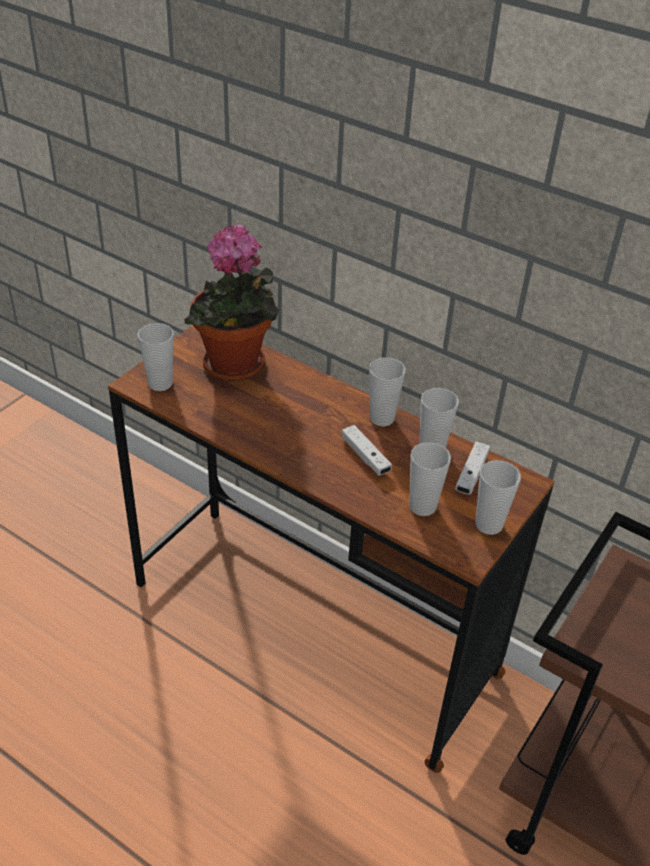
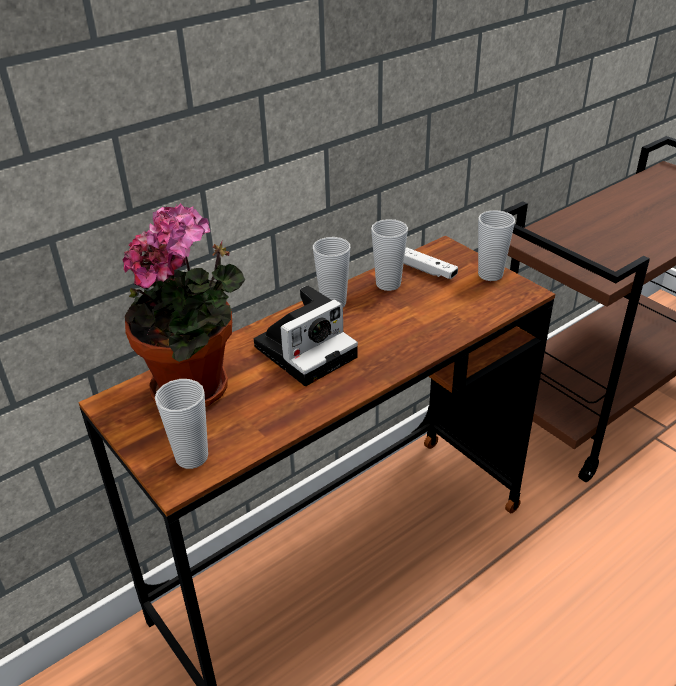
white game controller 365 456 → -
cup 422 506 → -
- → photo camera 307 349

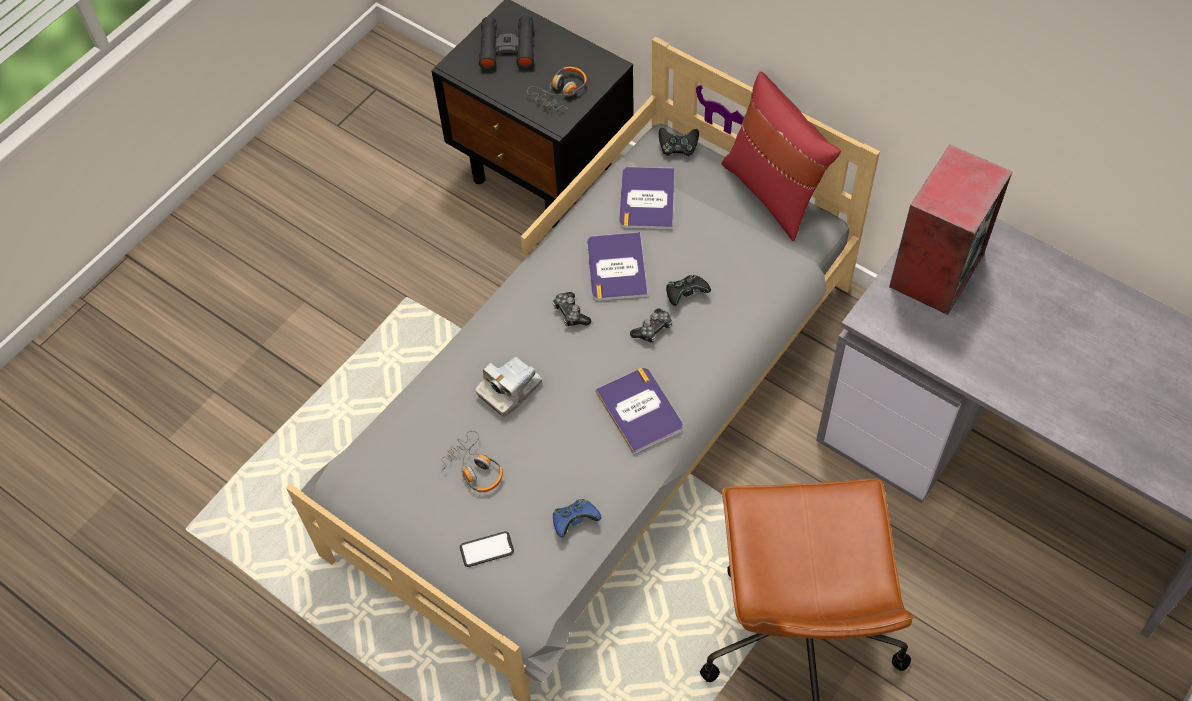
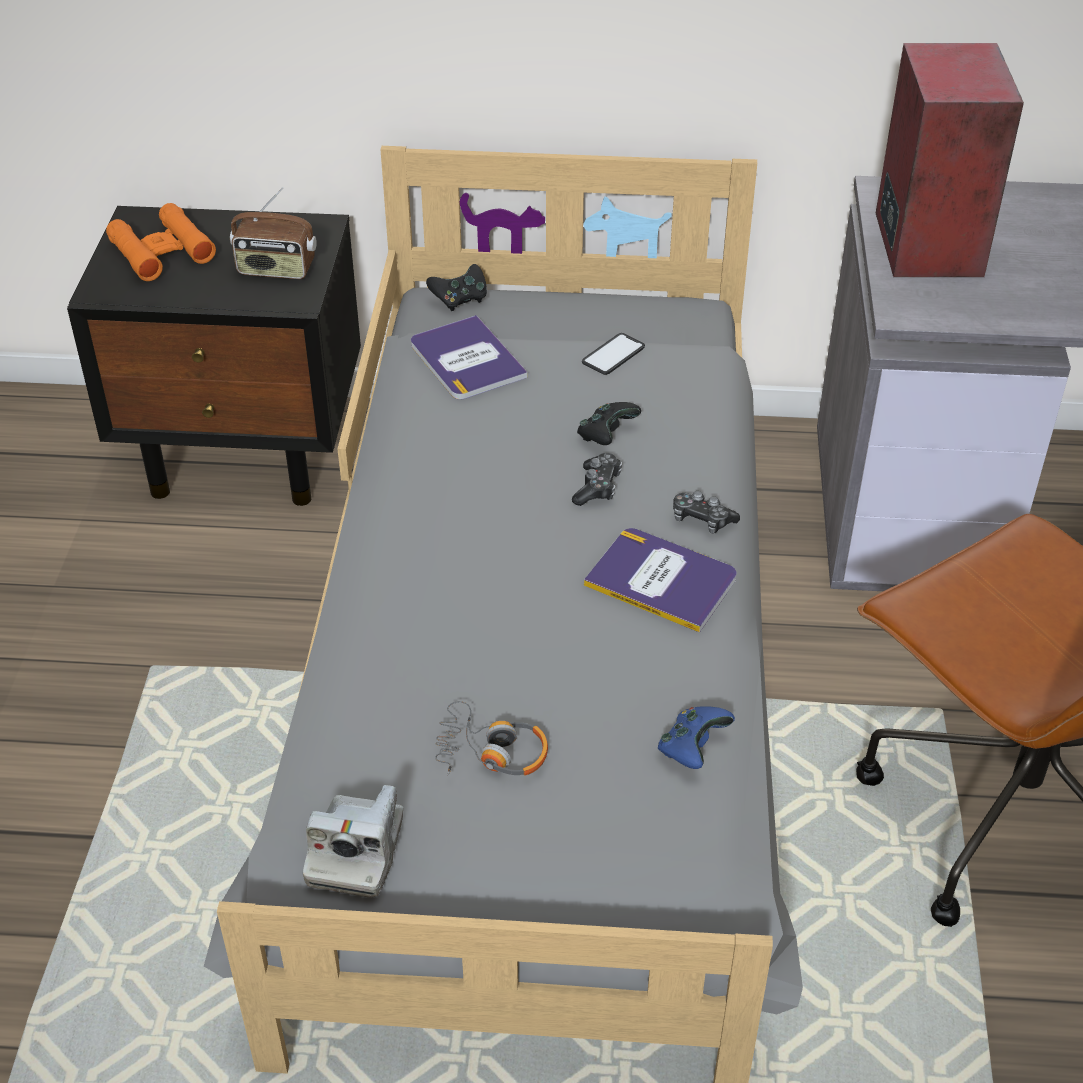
phone 486 549 → phone 613 355, shifted
photo camera 509 389 → photo camera 356 852, shifted
black binoculars 507 48 → orange binoculars 161 251
headphones 561 92 → radio 276 270
game controller 570 313 → game controller 701 520, shifted
book 616 267 → -
red pillow 774 192 → -

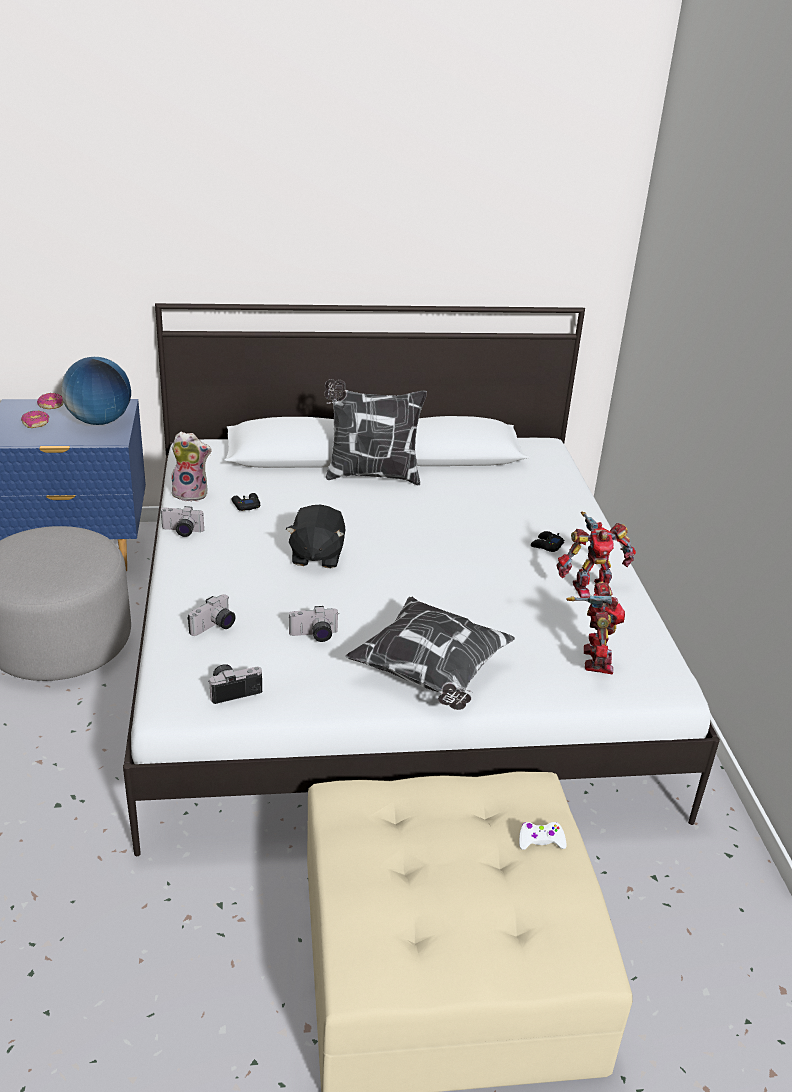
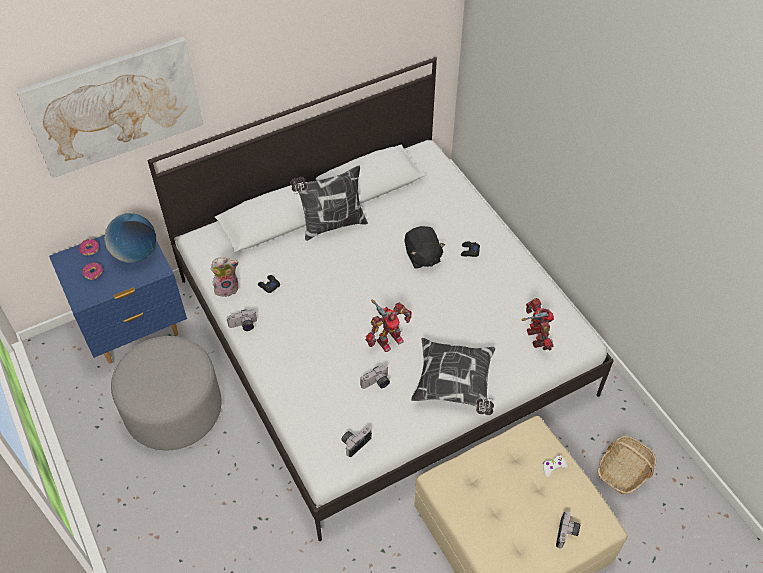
photo camera 214 627 → photo camera 567 534, shifted
black plush toy 316 555 → black plush toy 422 256, shifted
toy robot 590 587 → toy robot 388 339, shifted
- → picture 115 106
- → basket 624 470

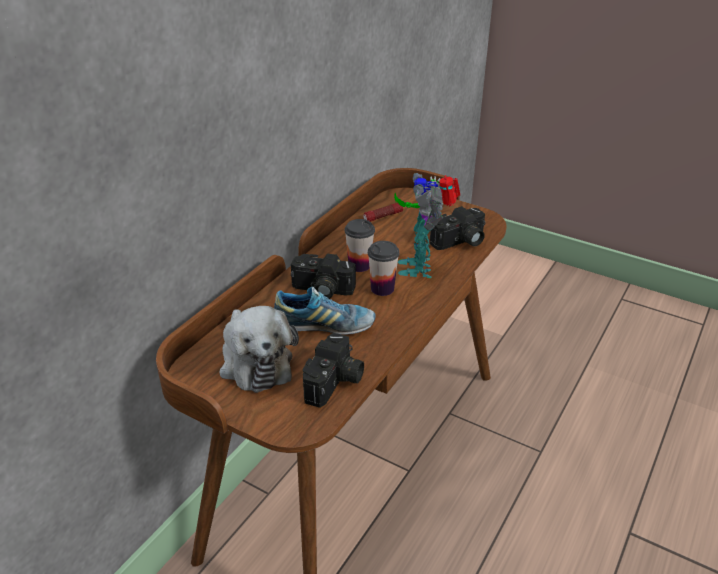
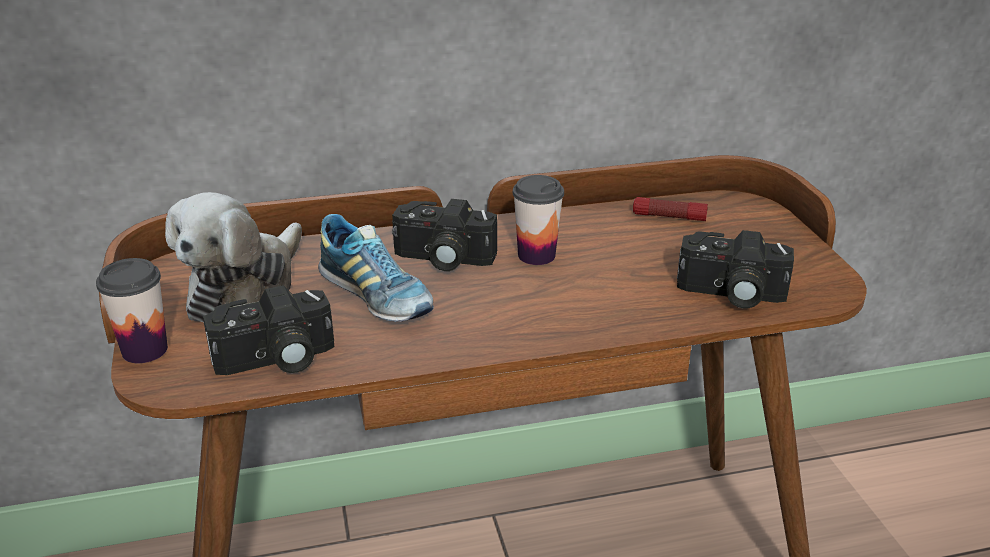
photo camera 321 290 → photo camera 442 259, 45 degrees counterclockwise
cup 382 289 → cup 145 350, shifted
toy robot 420 266 → -

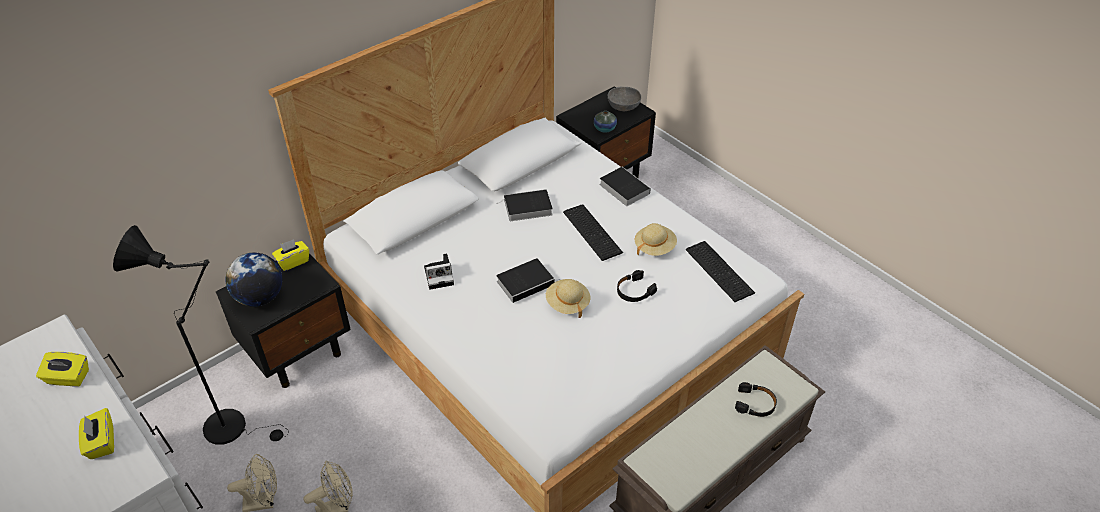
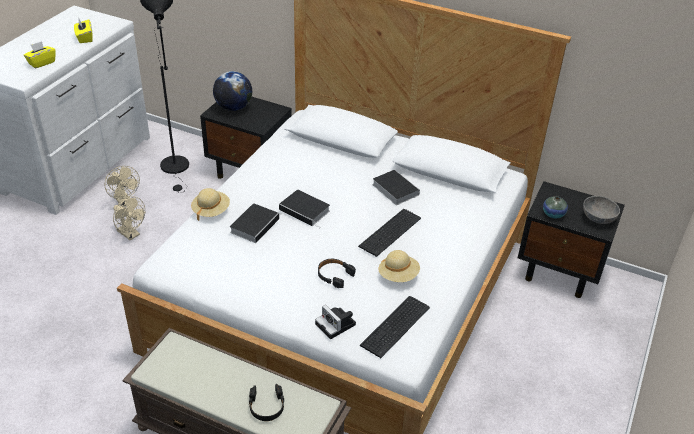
yellow tissue box 293 261 → -
photo camera 440 275 → photo camera 336 325, shifted
beige hat 567 304 → beige hat 211 211, shifted
book 623 188 → book 255 224, shifted

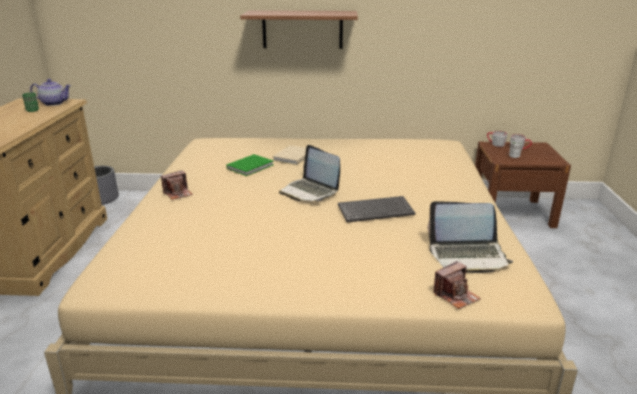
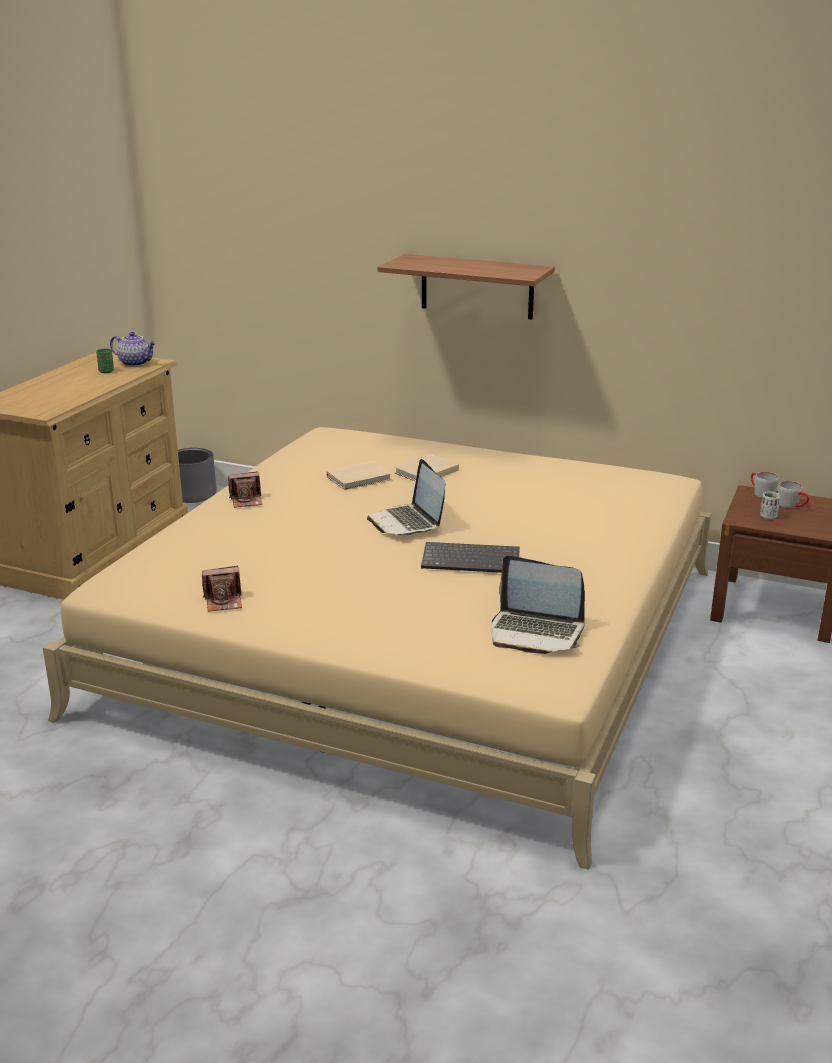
green book 251 166 → beige book 360 478
photo camera 456 296 → photo camera 224 602, shifted

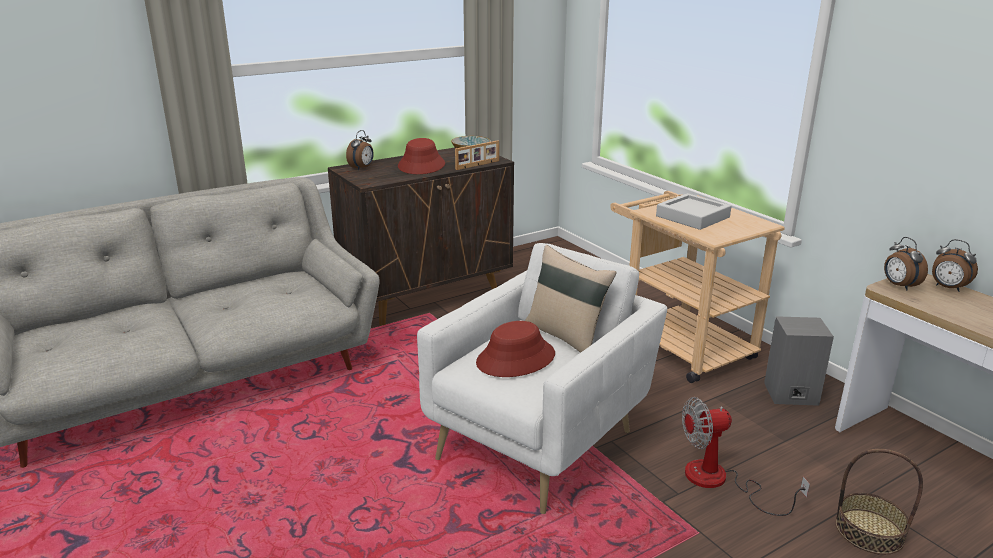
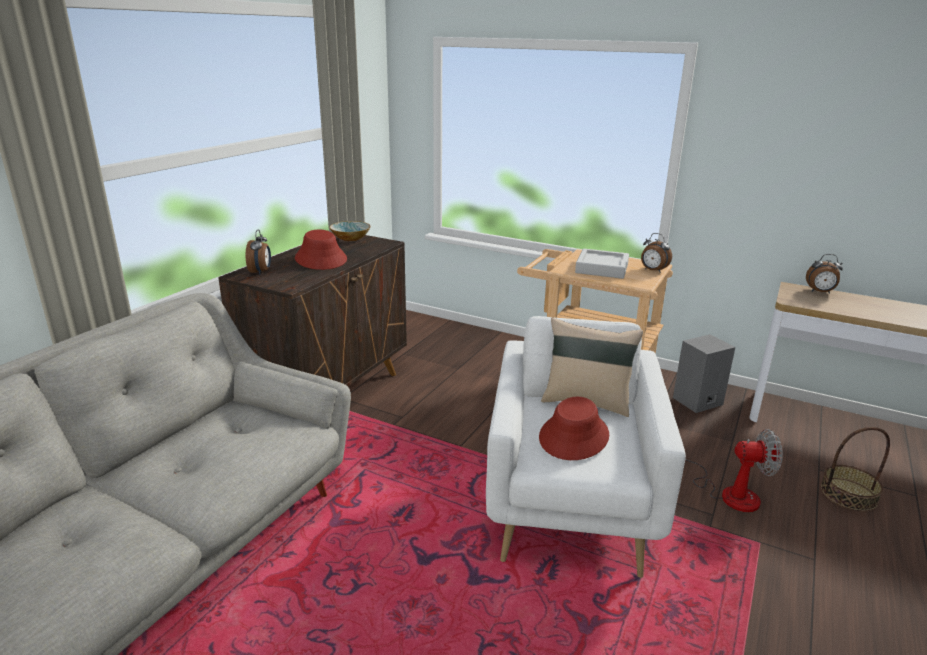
picture frame 478 165 → -
fan 720 481 → fan 728 492, 135 degrees counterclockwise
alarm clock 899 286 → alarm clock 653 270, shifted

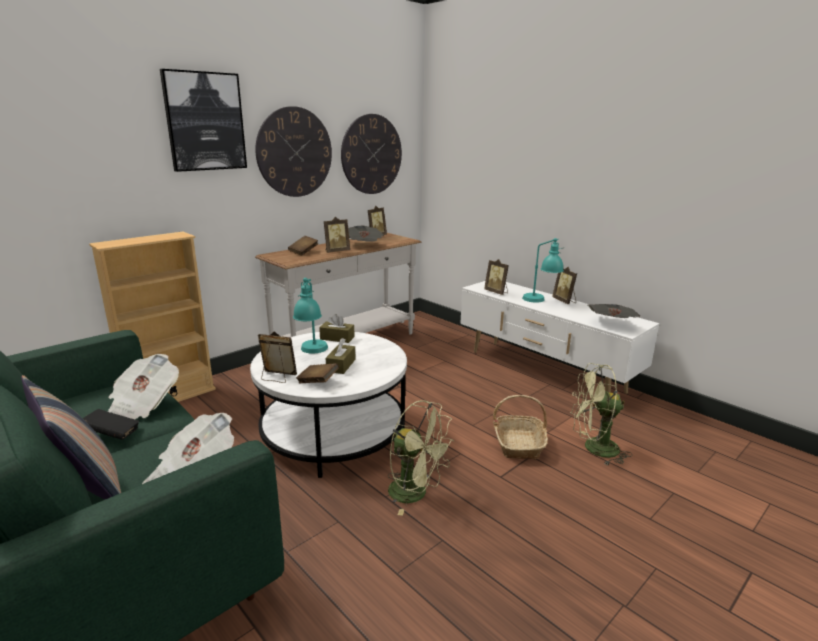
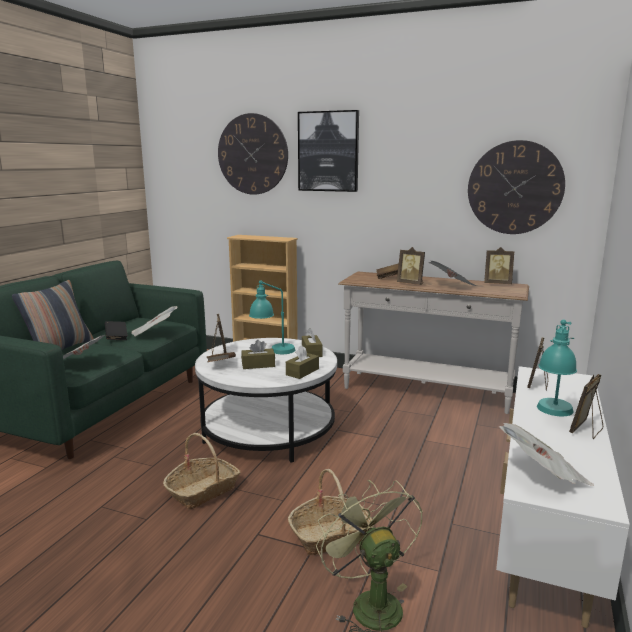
wall clock 294 152 → wall clock 252 154, shifted
green fan 415 494 → basket 203 490
- → brown tissue box 302 372

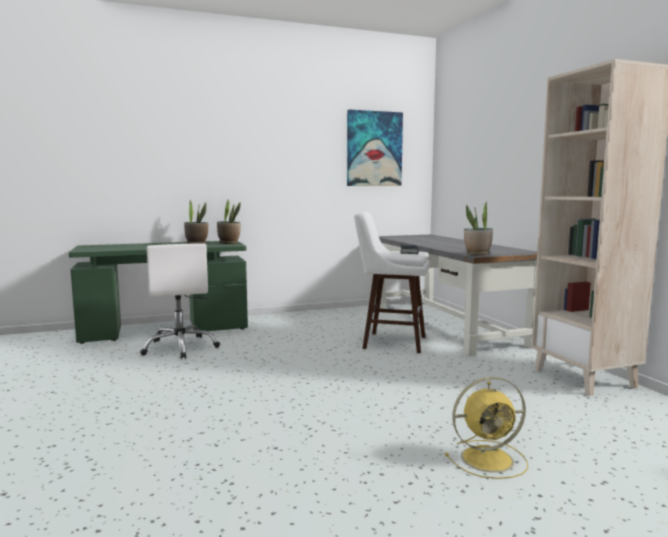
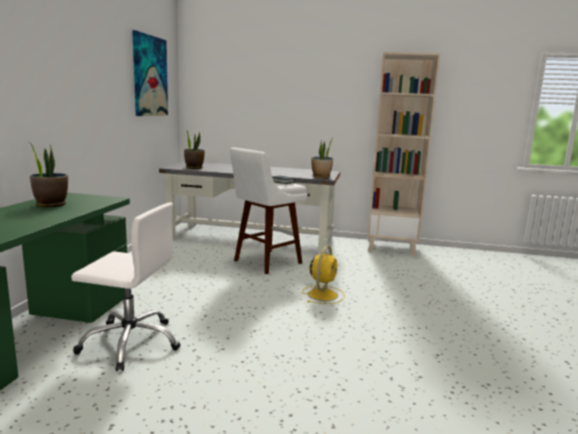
potted plant 229 243 → potted plant 194 168, shifted
yellow fan 489 459 → yellow fan 323 294, shifted

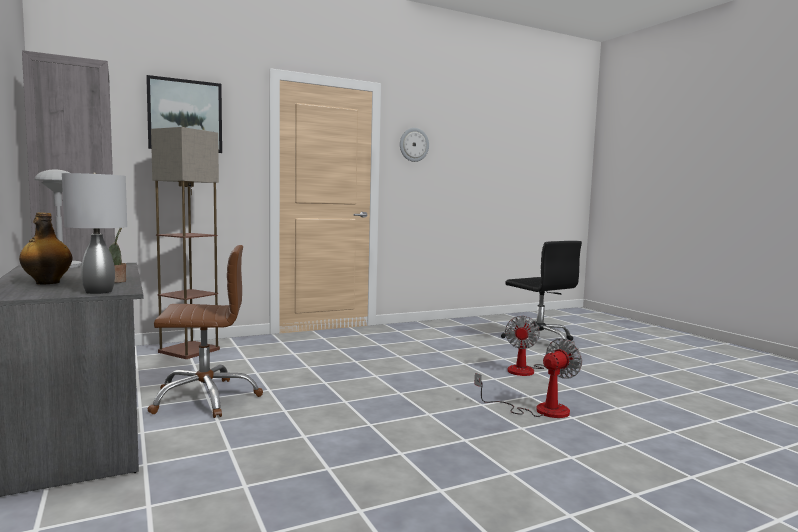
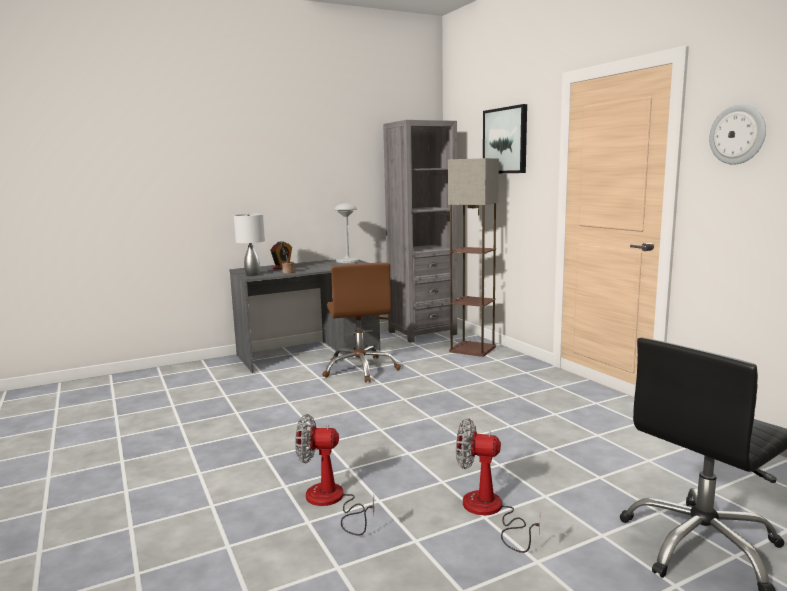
bottle 47 283 → alarm clock 282 267
fan 539 410 → fan 331 502, 135 degrees clockwise

